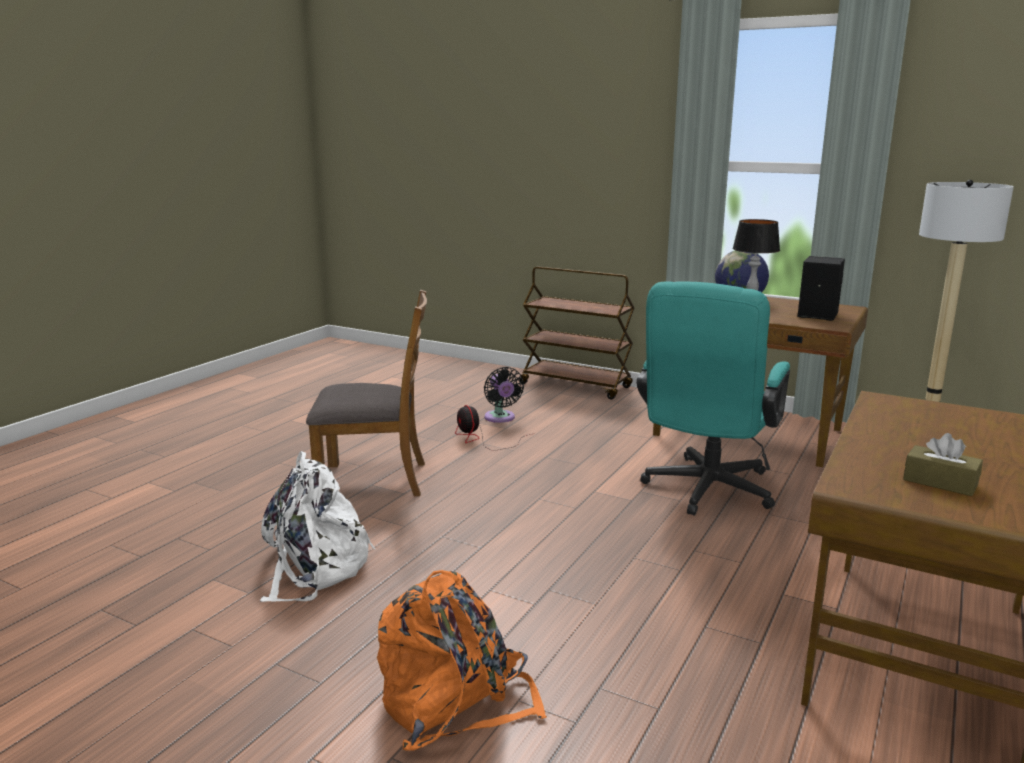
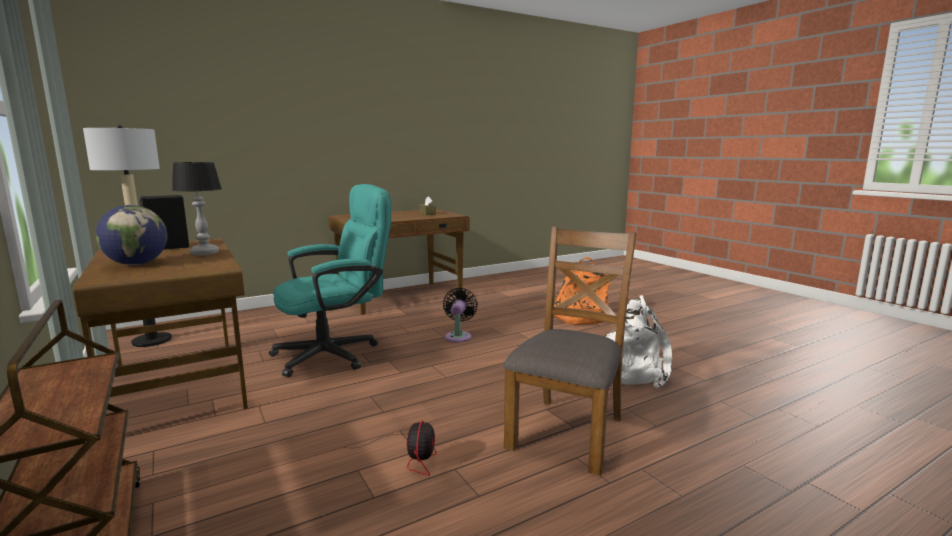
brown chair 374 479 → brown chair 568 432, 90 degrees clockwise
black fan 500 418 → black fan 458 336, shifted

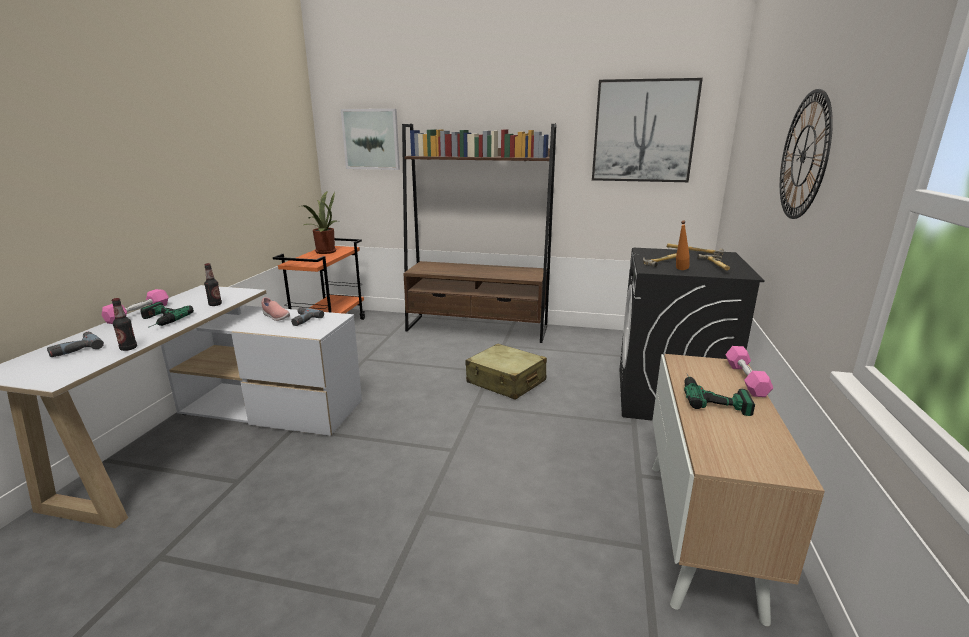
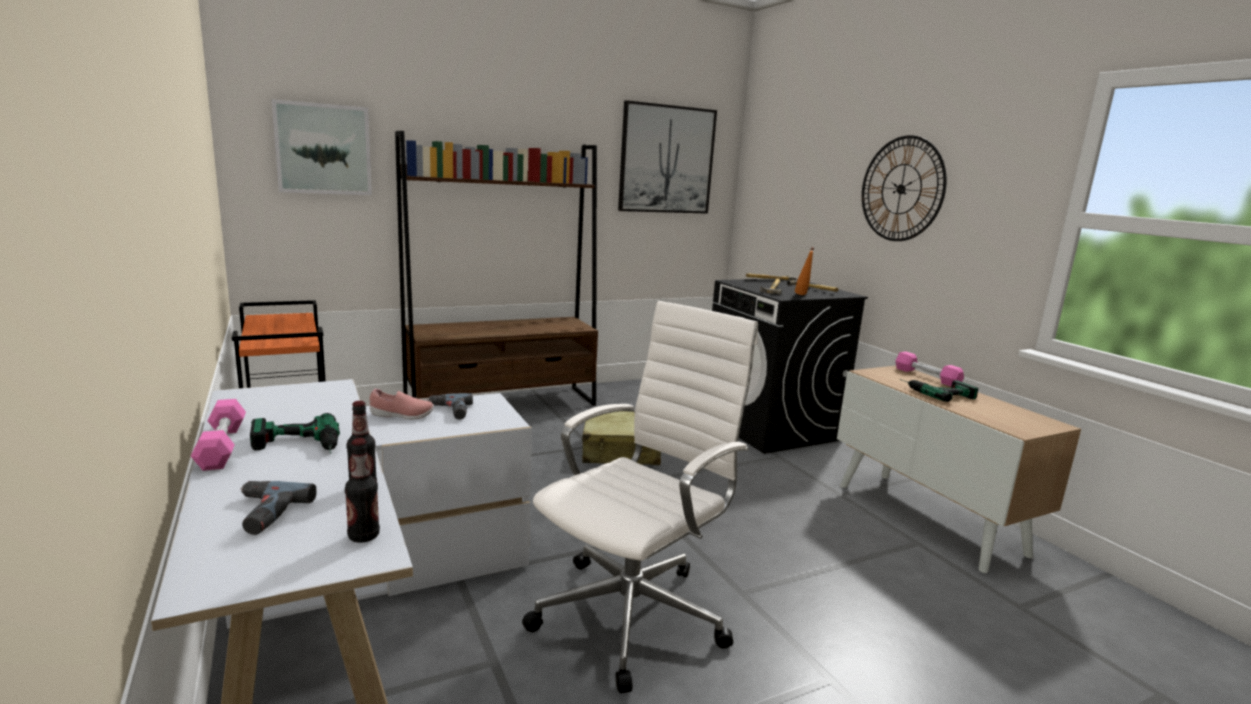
bottle 215 304 → bottle 363 536, shifted
potted plant 323 251 → -
- → white office chair 634 613

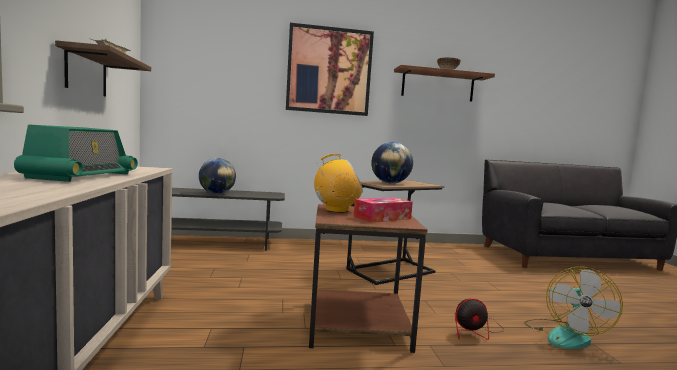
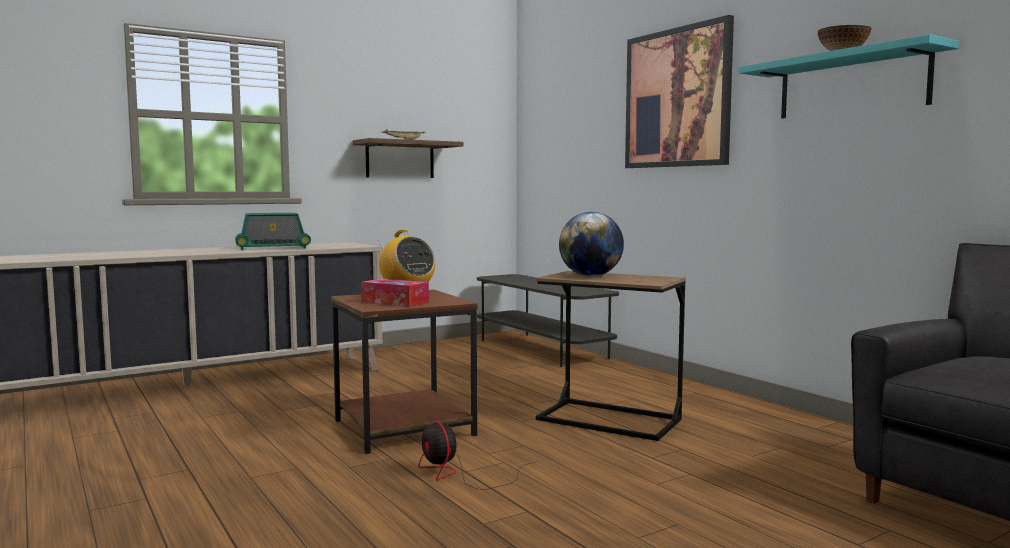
globe 216 193 → -
brown shelf 438 85 → turquoise shelf 851 84
fan 565 335 → -

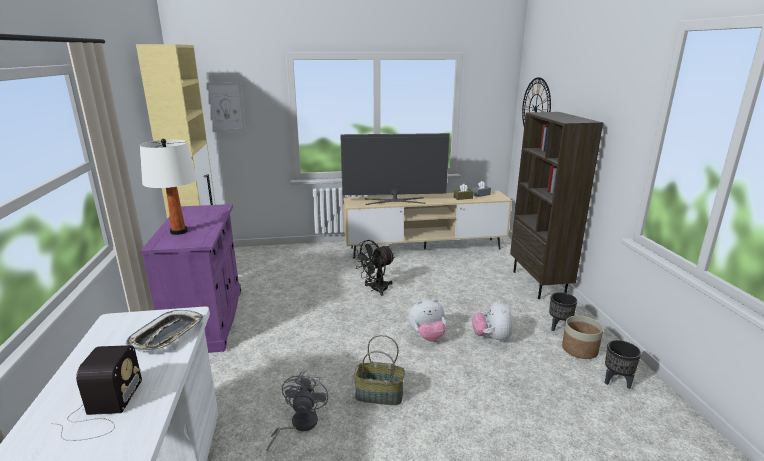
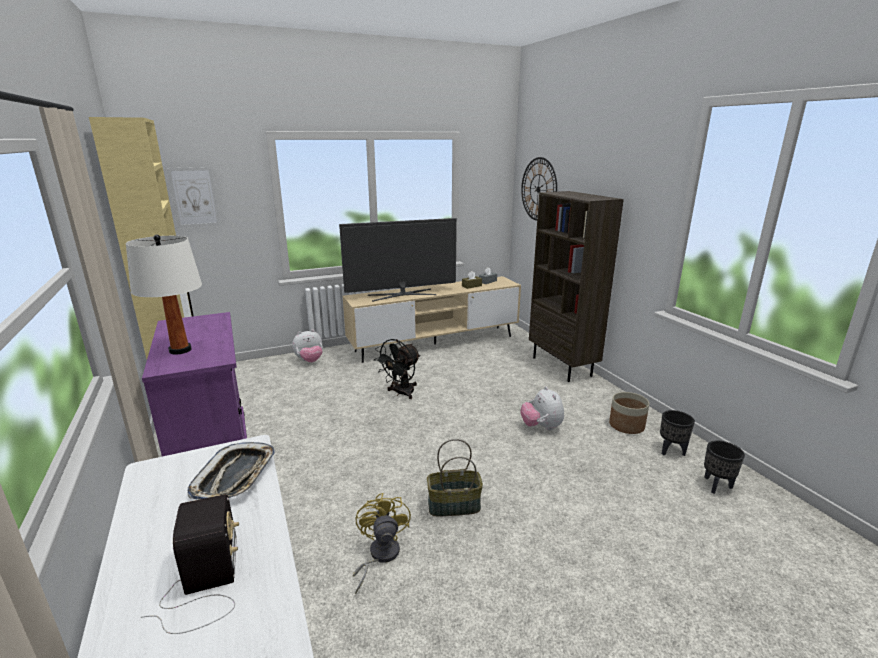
grey fan 299 425 → yellow fan 379 556
plush toy 427 336 → plush toy 310 361, shifted
black planter 559 327 → black planter 717 486, shifted

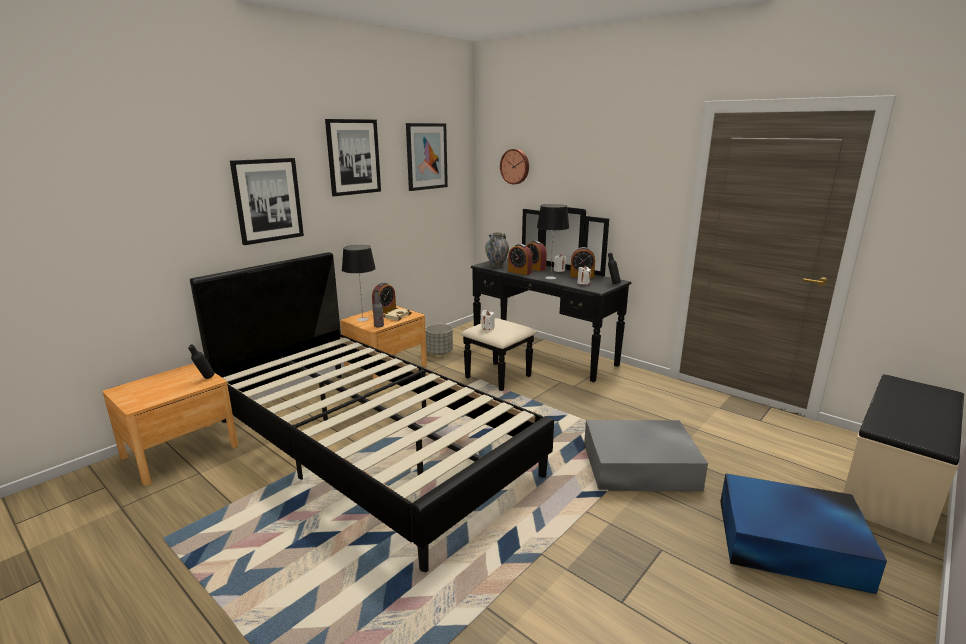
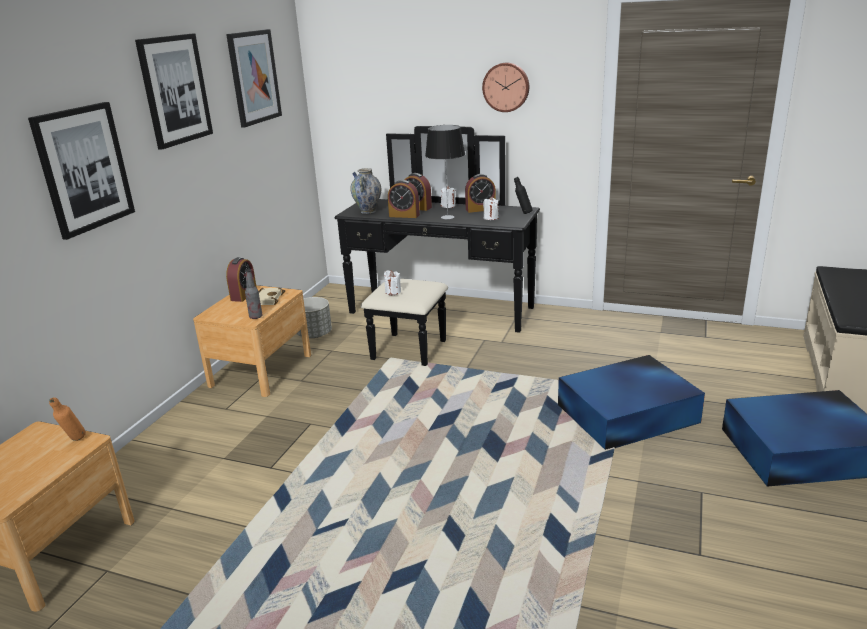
black bottle 205 379 → orange bottle 74 442
black bed 369 445 → -
table lamp 362 319 → -
wall clock 515 166 → wall clock 506 87, shifted
grey storage box 641 467 → blue storage box 629 414

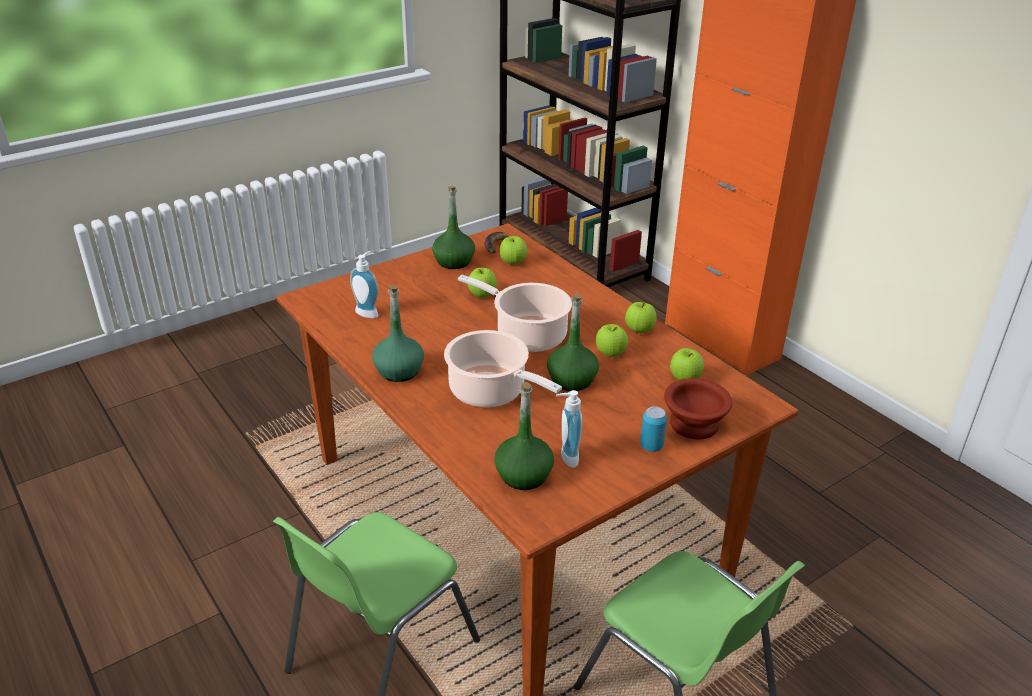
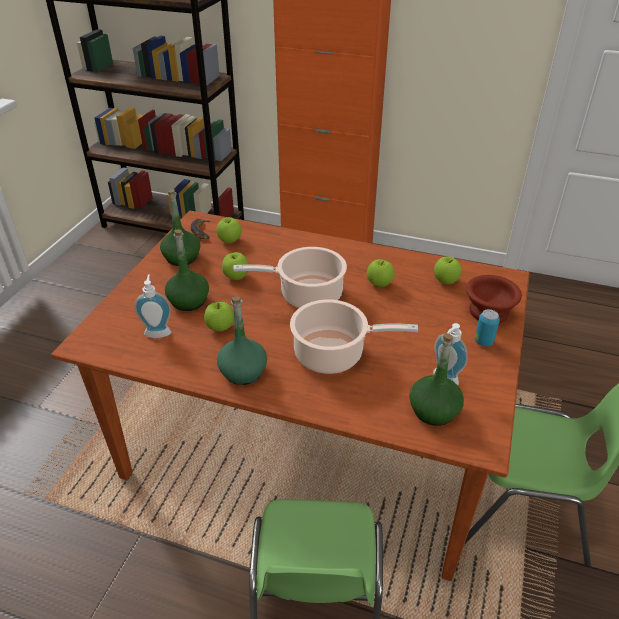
green bottle 572 380 → green bottle 189 301, shifted
apple 639 330 → apple 220 327, shifted

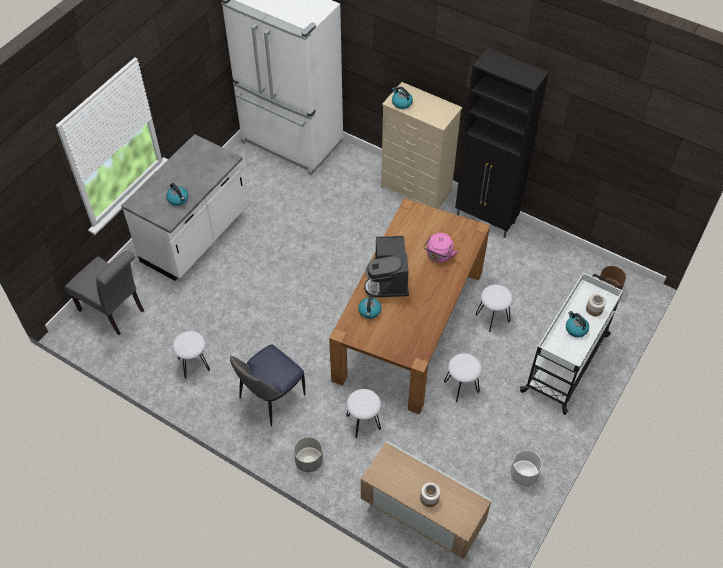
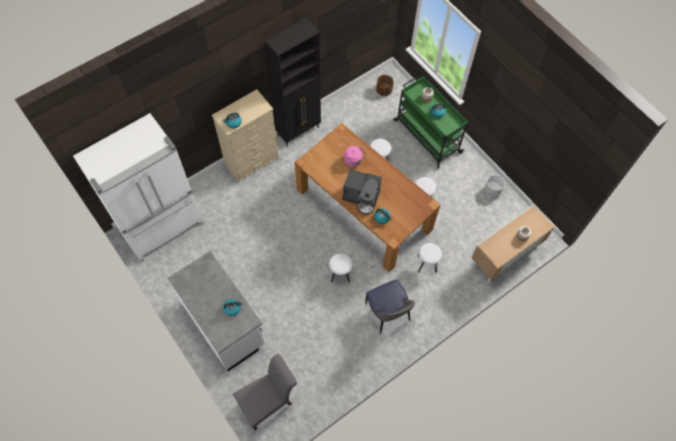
white stool 194 364 → white stool 339 274, shifted
grey planter 309 461 → -
white cart 566 362 → green cart 426 136

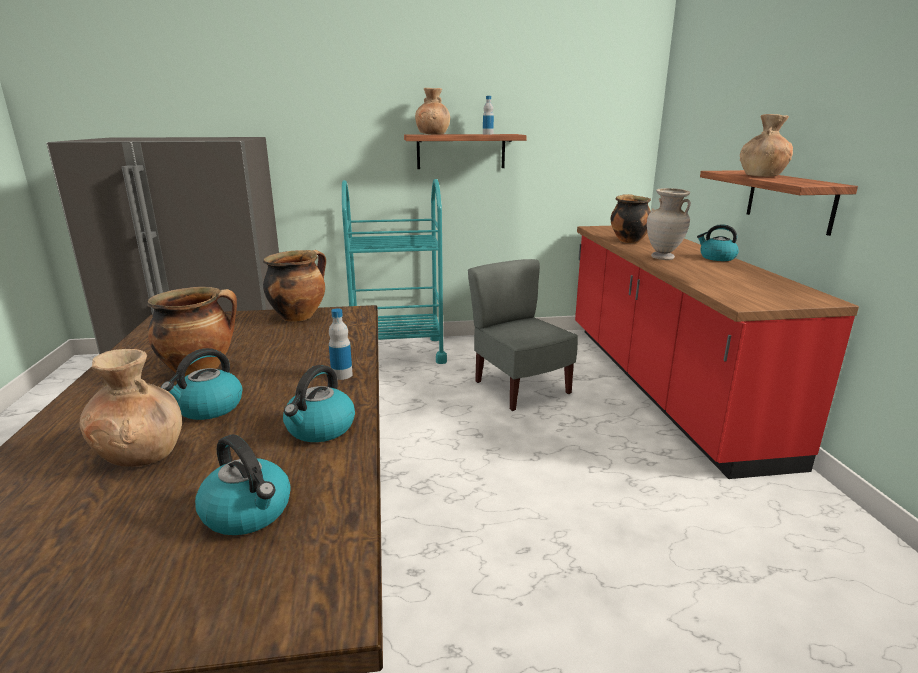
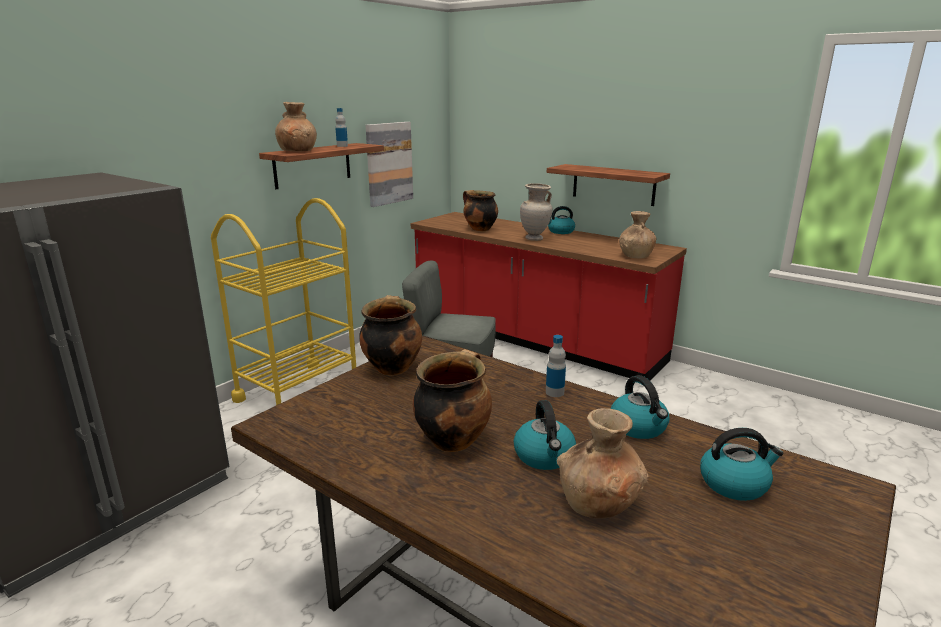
turquoise cart 397 352 → yellow cart 298 392
brown vase 761 176 → brown vase 635 256, shifted
- → picture 389 163

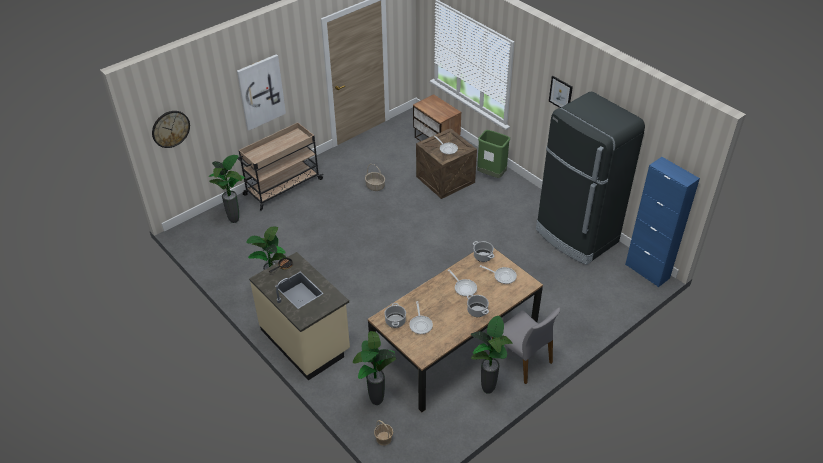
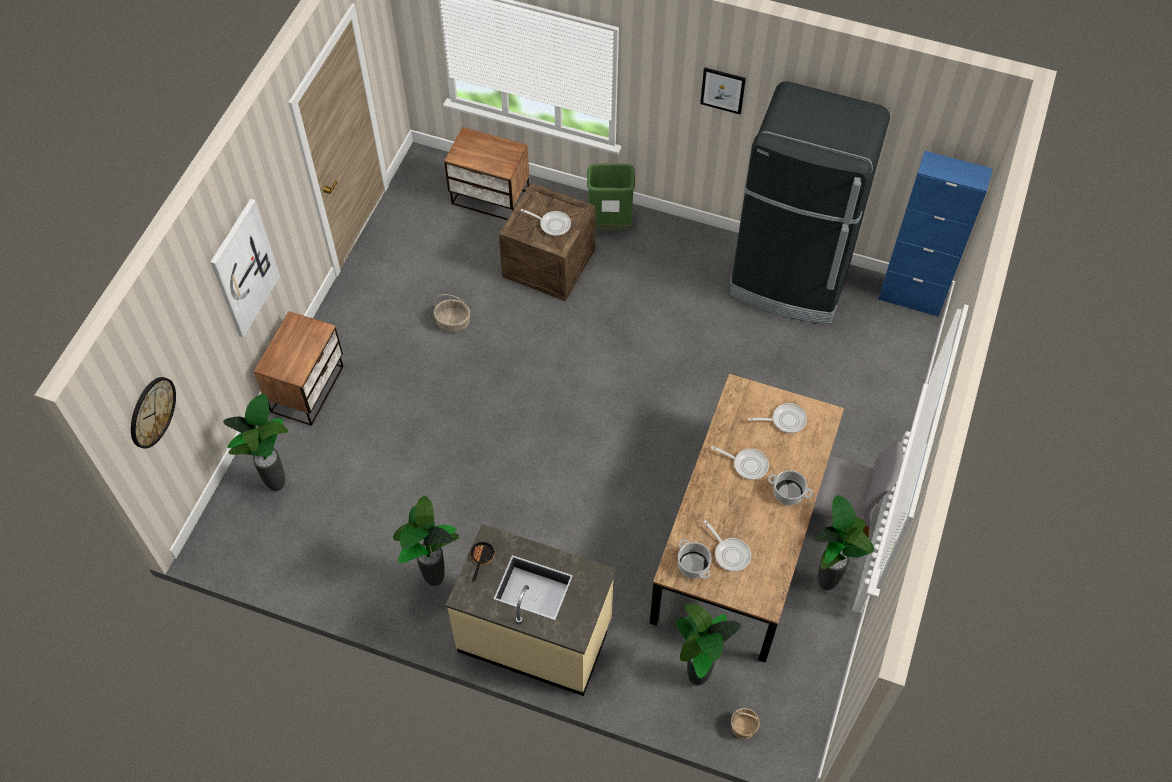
beige cart 282 187 → nightstand 309 389
cooking pot 483 256 → -

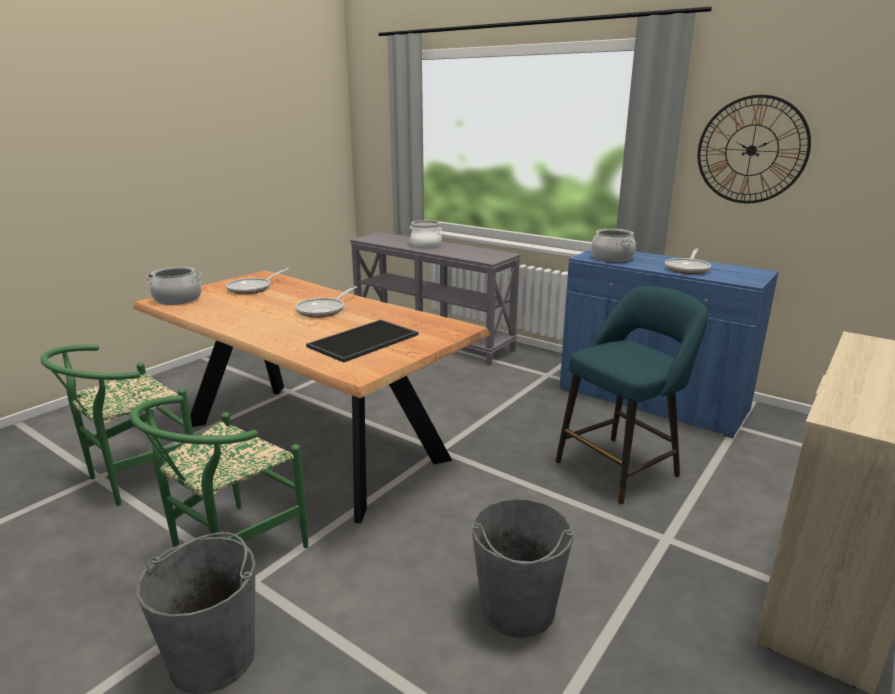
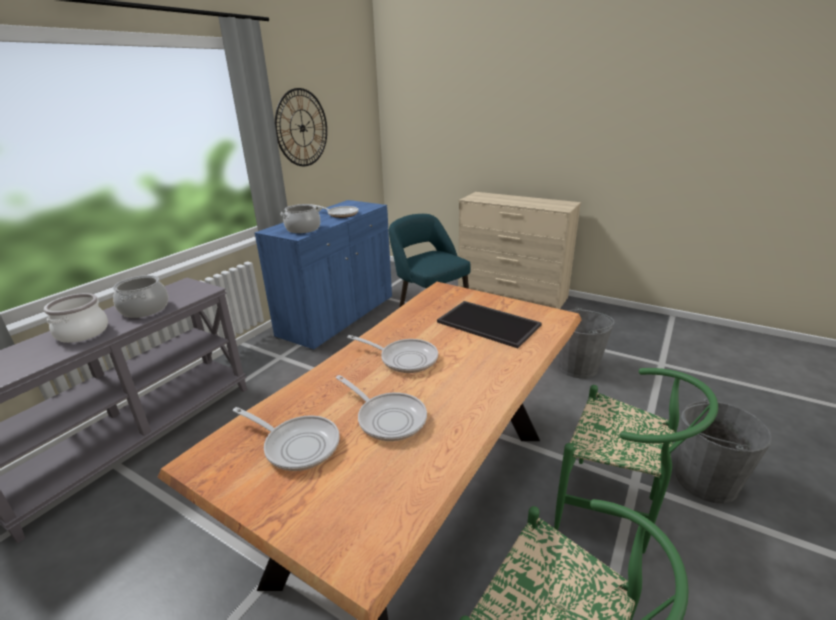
cooking pot 178 299 → cooking pot 144 309, shifted
- → frying pan 388 418

